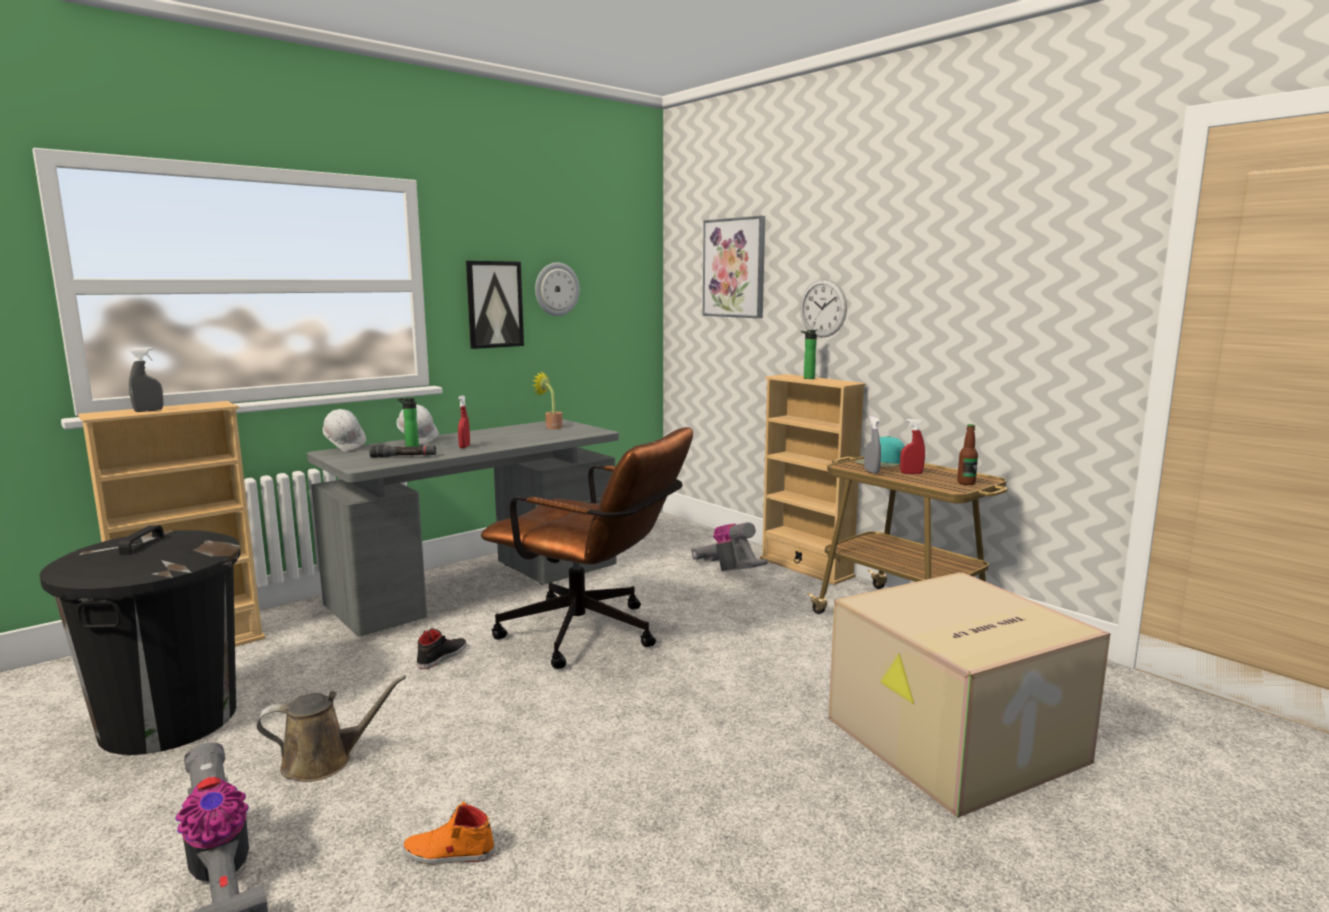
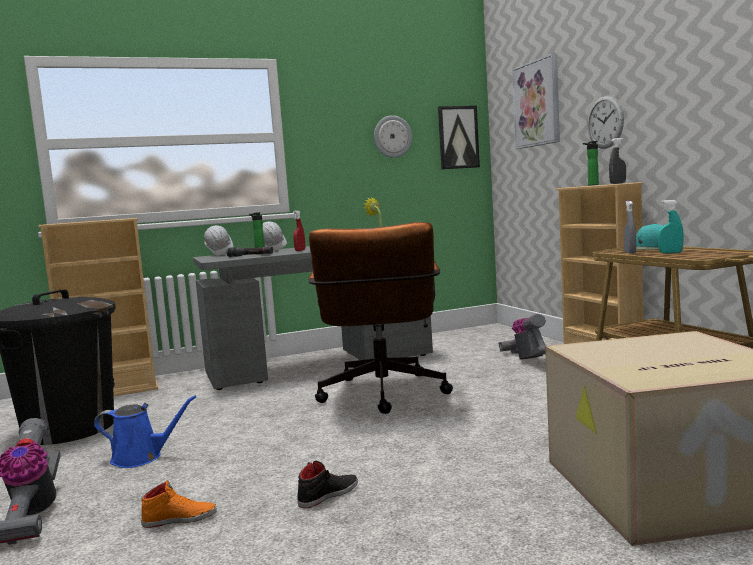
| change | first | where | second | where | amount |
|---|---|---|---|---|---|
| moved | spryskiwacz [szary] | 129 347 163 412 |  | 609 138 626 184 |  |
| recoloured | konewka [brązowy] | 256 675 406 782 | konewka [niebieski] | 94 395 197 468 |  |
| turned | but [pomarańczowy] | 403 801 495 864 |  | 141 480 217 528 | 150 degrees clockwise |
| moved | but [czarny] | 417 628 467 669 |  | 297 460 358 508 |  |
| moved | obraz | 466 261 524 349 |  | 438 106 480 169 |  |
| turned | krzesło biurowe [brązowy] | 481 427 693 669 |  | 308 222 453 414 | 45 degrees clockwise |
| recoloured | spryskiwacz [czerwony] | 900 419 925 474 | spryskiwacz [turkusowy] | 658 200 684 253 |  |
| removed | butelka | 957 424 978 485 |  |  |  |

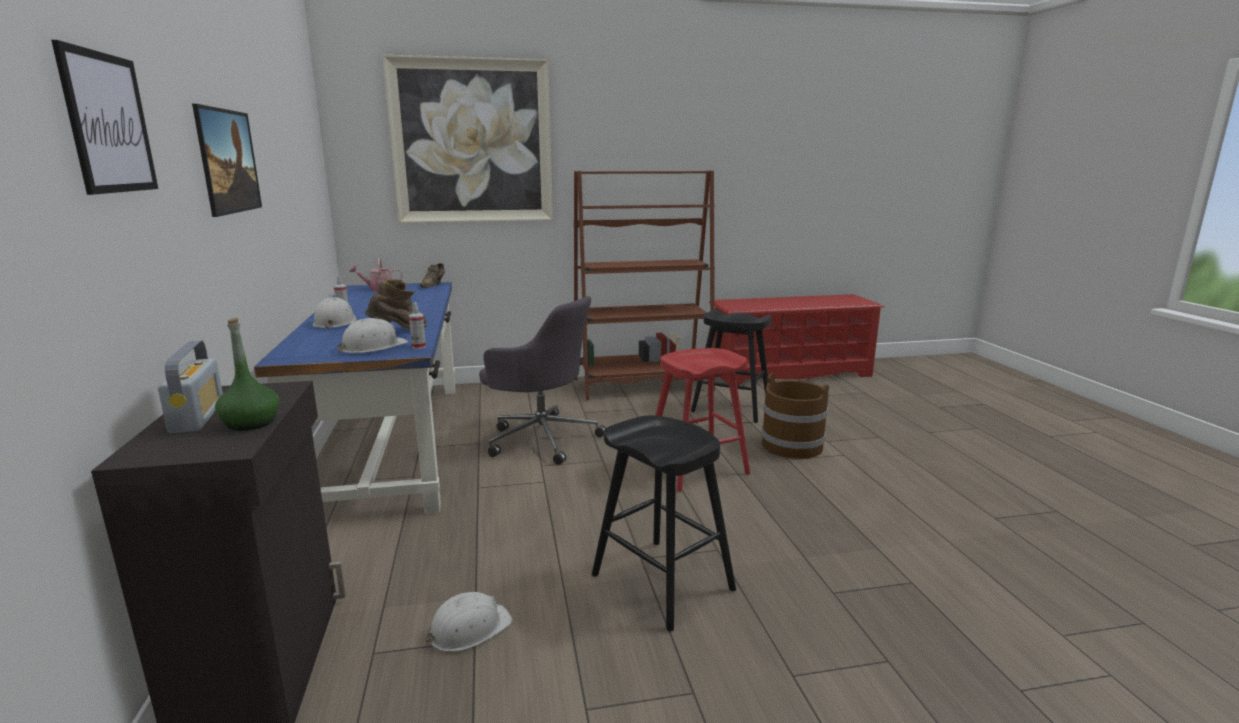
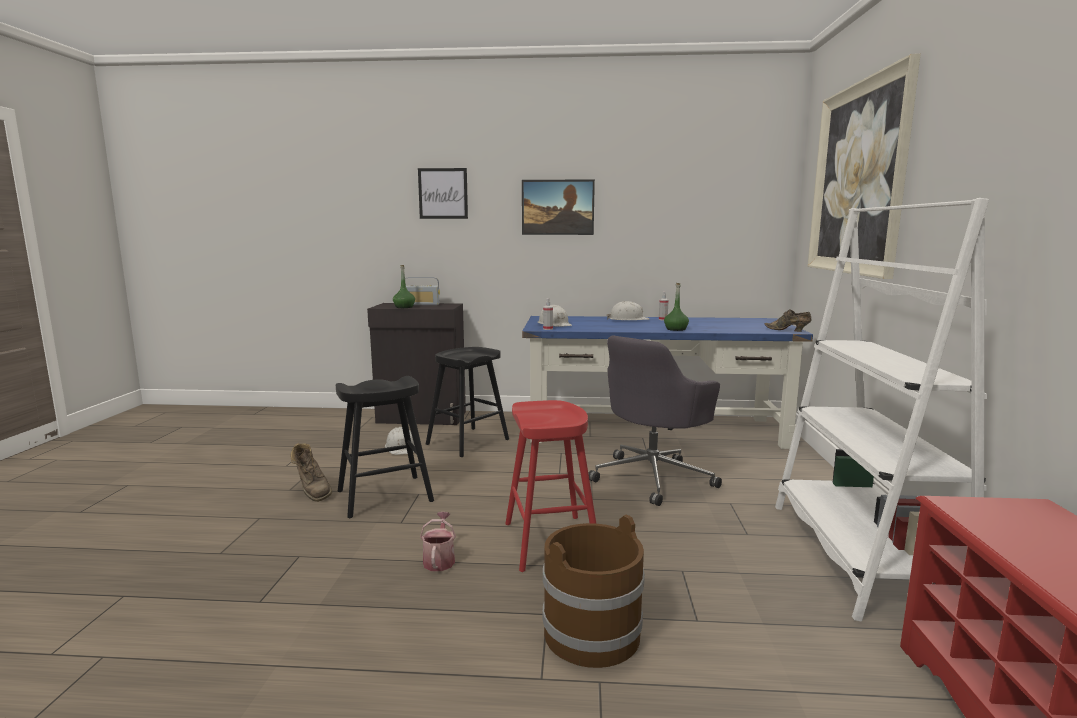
| change | first | where | second | where | amount |
|---|---|---|---|---|---|
| moved | konewka | 349 258 403 292 |  | 420 512 456 571 |  |
| moved | but z cholewką [brązowy] | 365 279 427 330 |  | 291 443 333 502 |  |
| recoloured | regał [brązowy] | 574 170 715 400 | regał [biały] | 775 198 989 622 |  |
| moved | stołek [czarny] | 691 310 772 423 |  | 426 347 509 457 |  |
| added |  |  | butelka [zielony] | 664 283 689 331 |  |

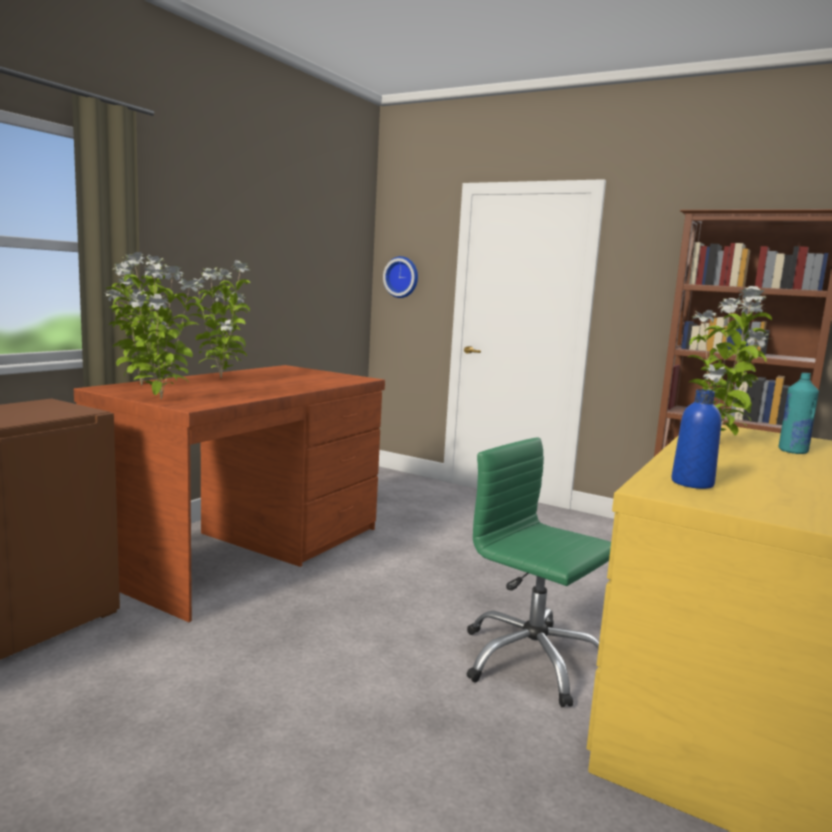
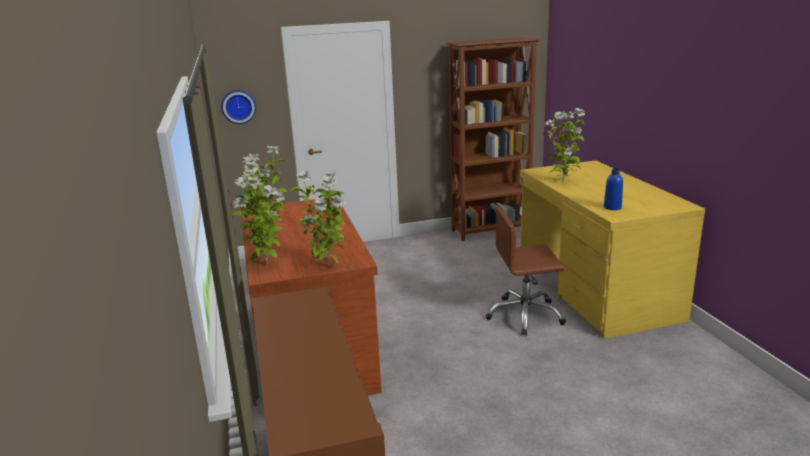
| change | first | where | second | where | amount |
|---|---|---|---|---|---|
| recoloured | krzesło biurowe [zielony] | 467 437 611 707 | krzesło biurowe [brązowy] | 485 206 566 336 |  |
| removed | butelka [turkusowy] | 779 373 819 454 |  |  |  |

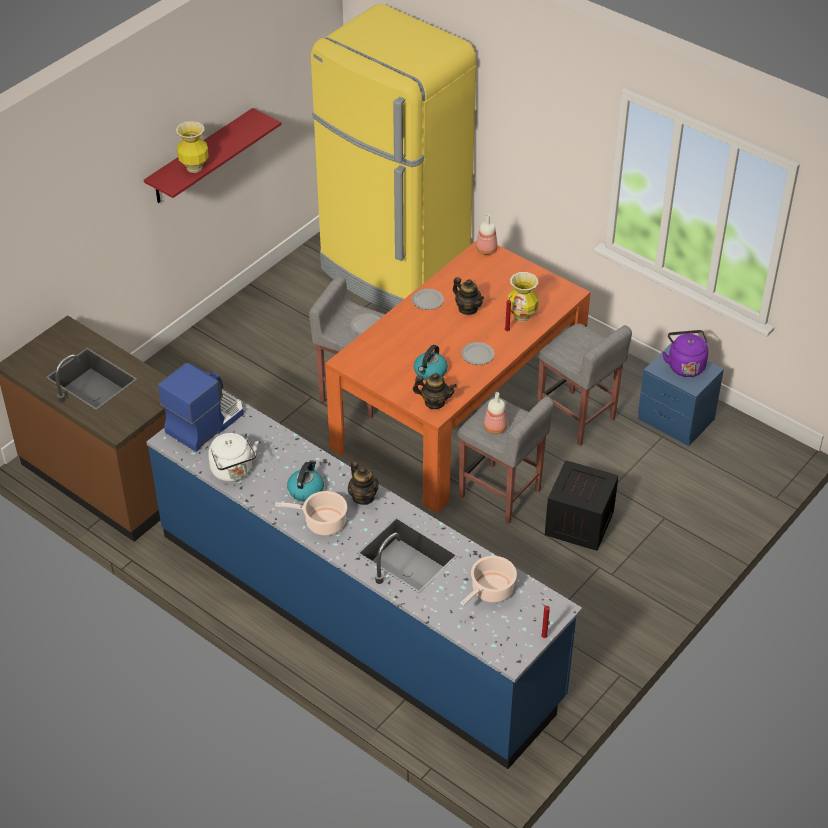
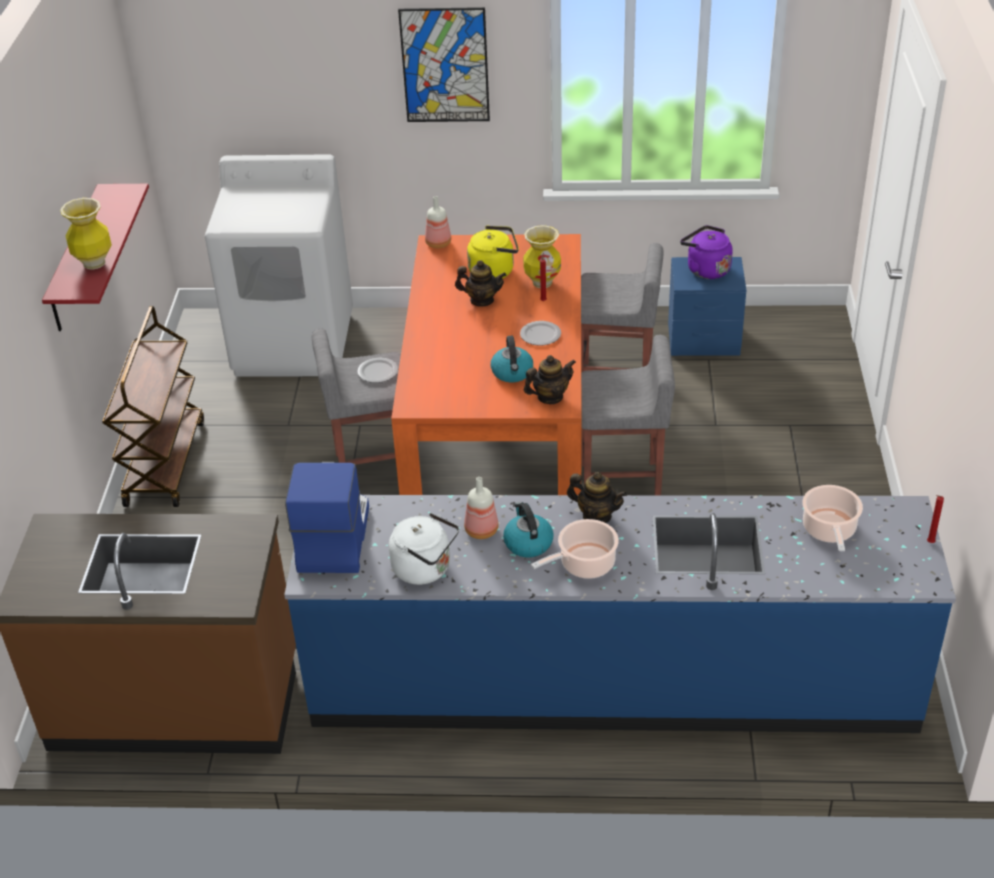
| change | first | where | second | where | amount |
|---|---|---|---|---|---|
| replaced | lodówka [żółty] | 311 4 476 311 | pralka [biały] | 205 154 353 377 |  |
| removed | talerz | 412 289 444 310 |  |  |  |
| moved | butelka | 484 392 507 434 |  | 464 477 498 539 |  |
| removed | skrzynka | 545 461 618 551 |  |  |  |
| added |  |  | wózek [brązowy] | 102 306 204 507 |  |
| added |  |  | obraz | 398 7 490 122 |  |
| added |  |  | czajnik [żółty] | 467 225 519 279 |  |

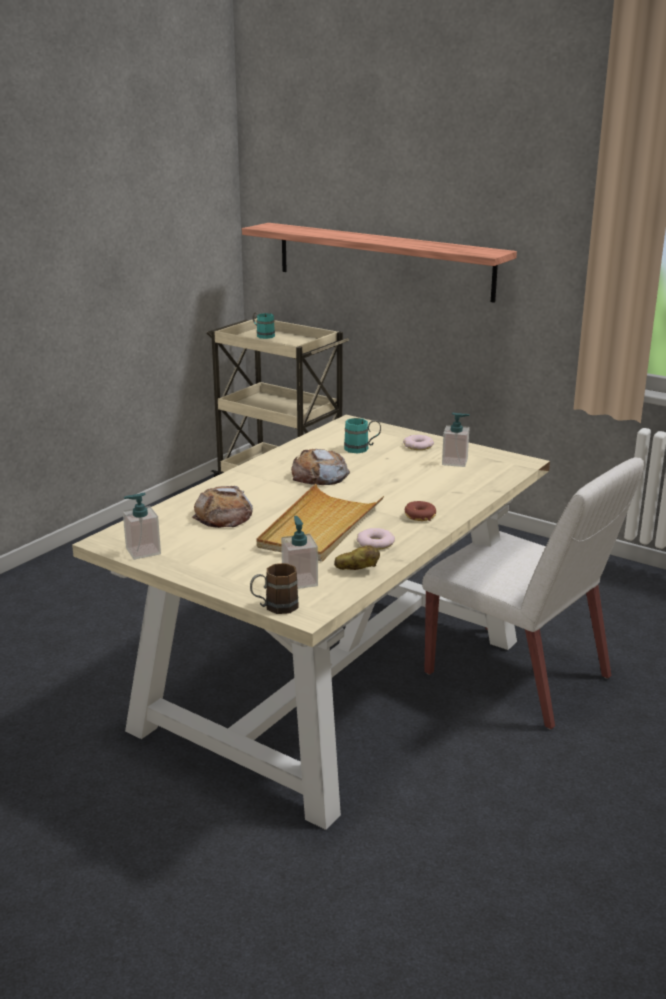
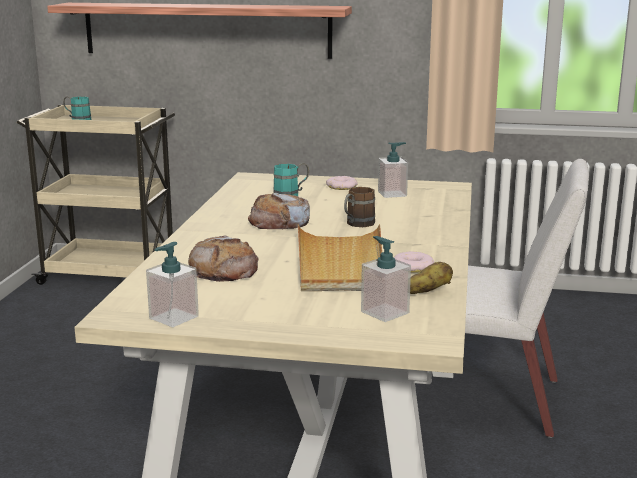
| change | first | where | second | where | amount |
|---|---|---|---|---|---|
| moved | kubek [brązowy] | 250 563 299 614 |  | 344 187 375 227 |  |
| removed | donut | 405 501 436 521 |  |  |  |

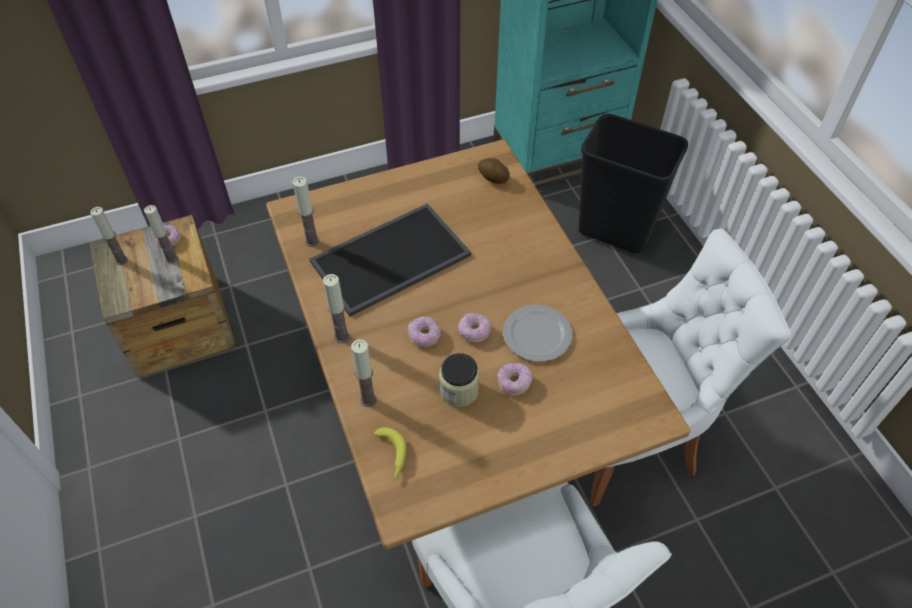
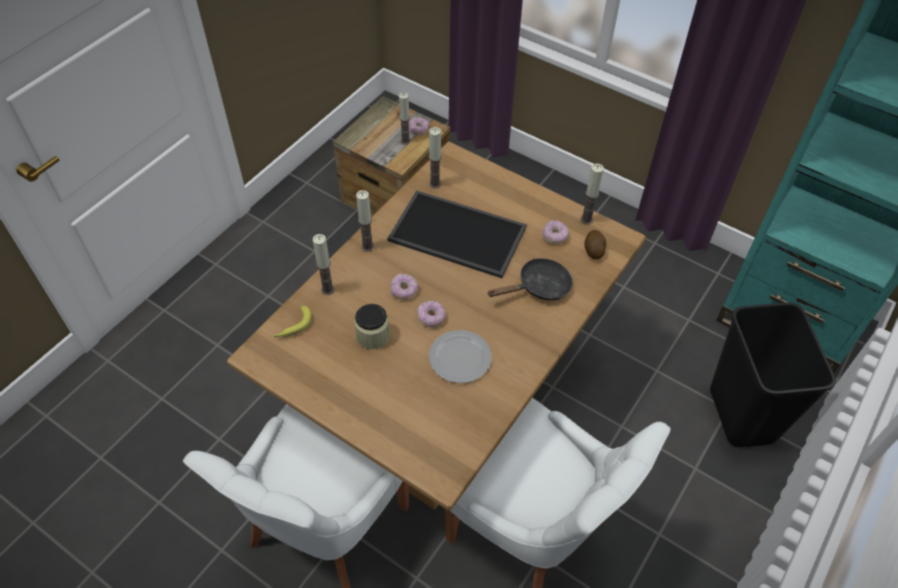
| change | first | where | second | where | amount |
|---|---|---|---|---|---|
| moved | świeca | 90 207 128 265 |  | 580 164 604 225 |  |
| moved | donut | 497 363 533 395 |  | 542 220 569 244 |  |
| added |  |  | patelnia [czarny] | 487 258 573 300 |  |

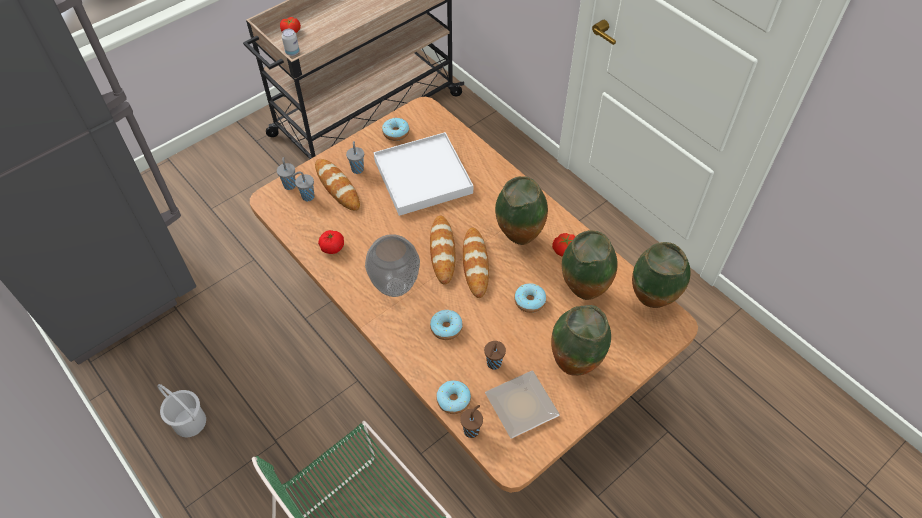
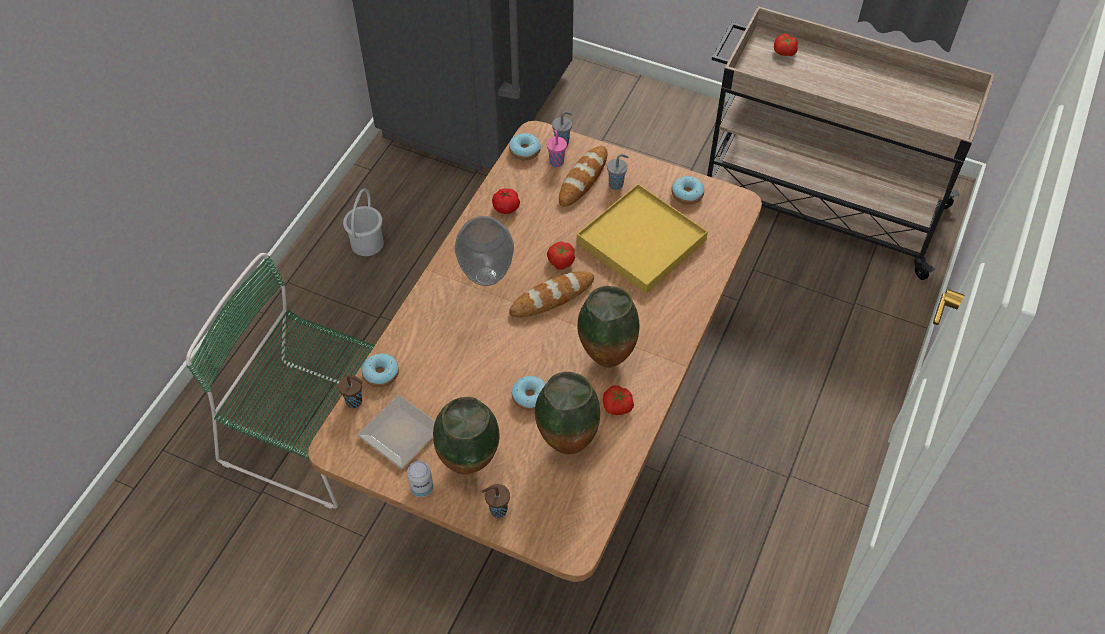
| change | first | where | second | where | amount |
|---|---|---|---|---|---|
| moved | puszka | 282 29 300 56 |  | 407 461 433 497 |  |
| recoloured | filiżanka [szary] | 293 171 315 201 | filiżanka [różowy] | 547 130 567 167 |  |
| recoloured | taca [biały] | 374 132 473 216 | taca [żółty] | 577 184 708 294 |  |
| moved | donut | 430 310 463 340 |  | 509 133 541 160 |  |
| removed | chleb | 463 228 489 298 |  |  |  |
| moved | filiżanka [brązowy] | 484 341 506 370 |  | 482 484 510 518 |  |
| removed | wazon | 632 242 690 308 |  |  |  |
| added |  |  | pomidor | 547 241 575 270 |  |

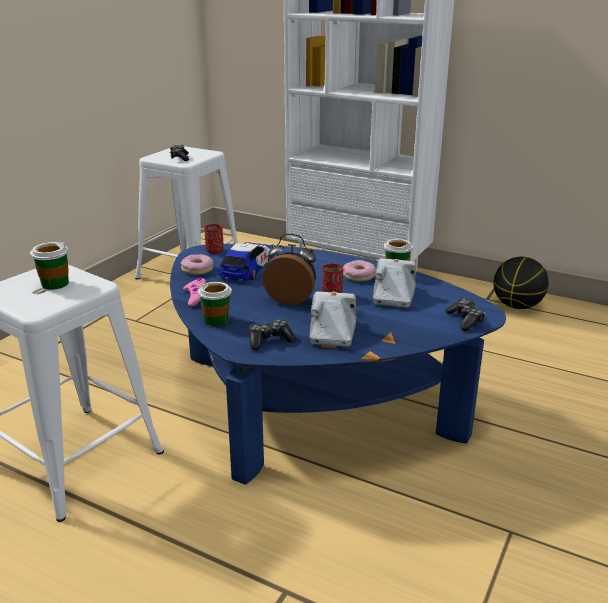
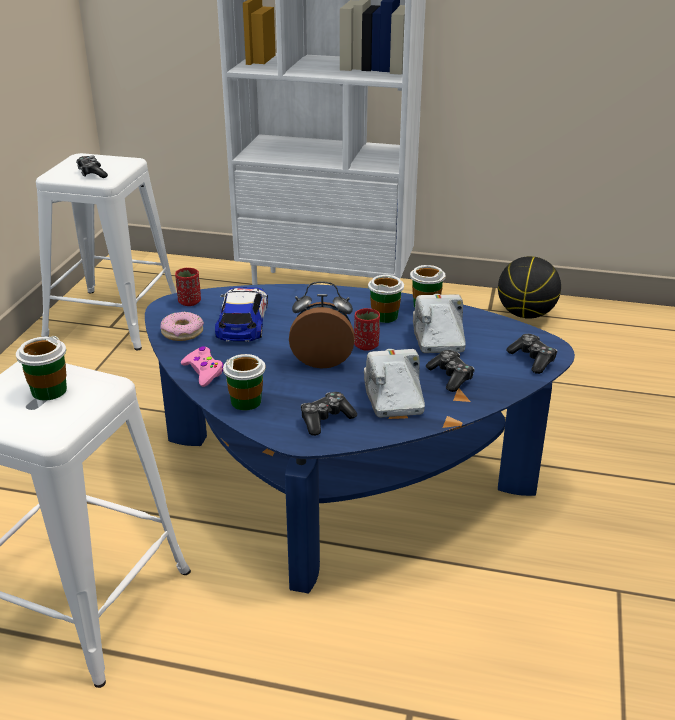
| change | first | where | second | where | amount |
|---|---|---|---|---|---|
| replaced | donut | 343 260 376 282 | filiżanka | 368 275 404 323 |  |
| added |  |  | pad do gier | 426 350 475 392 |  |

